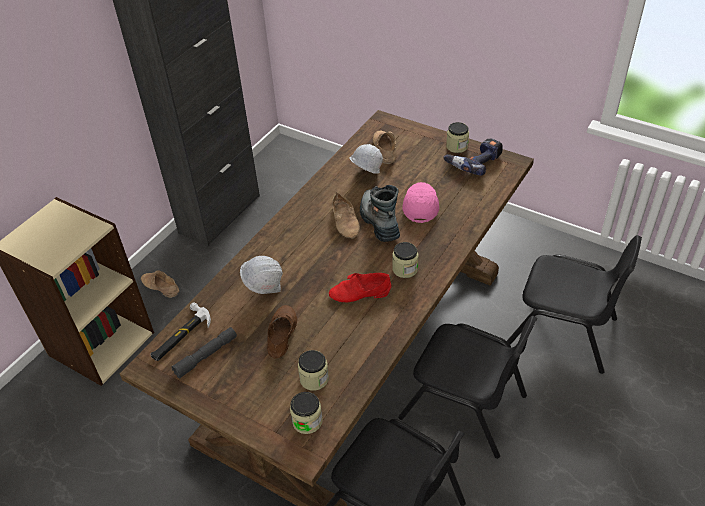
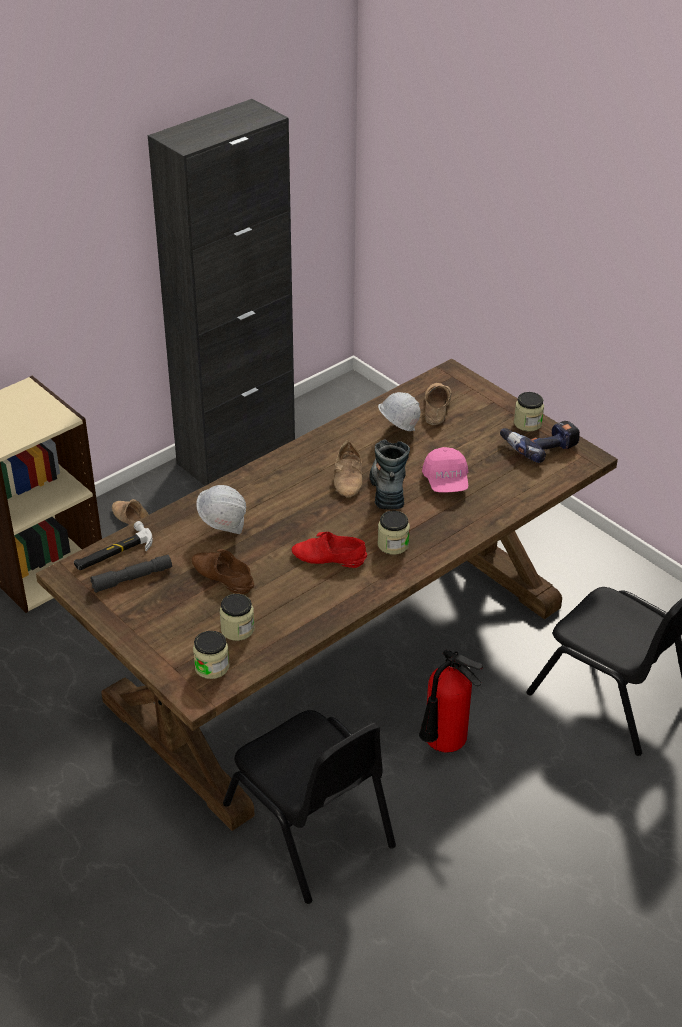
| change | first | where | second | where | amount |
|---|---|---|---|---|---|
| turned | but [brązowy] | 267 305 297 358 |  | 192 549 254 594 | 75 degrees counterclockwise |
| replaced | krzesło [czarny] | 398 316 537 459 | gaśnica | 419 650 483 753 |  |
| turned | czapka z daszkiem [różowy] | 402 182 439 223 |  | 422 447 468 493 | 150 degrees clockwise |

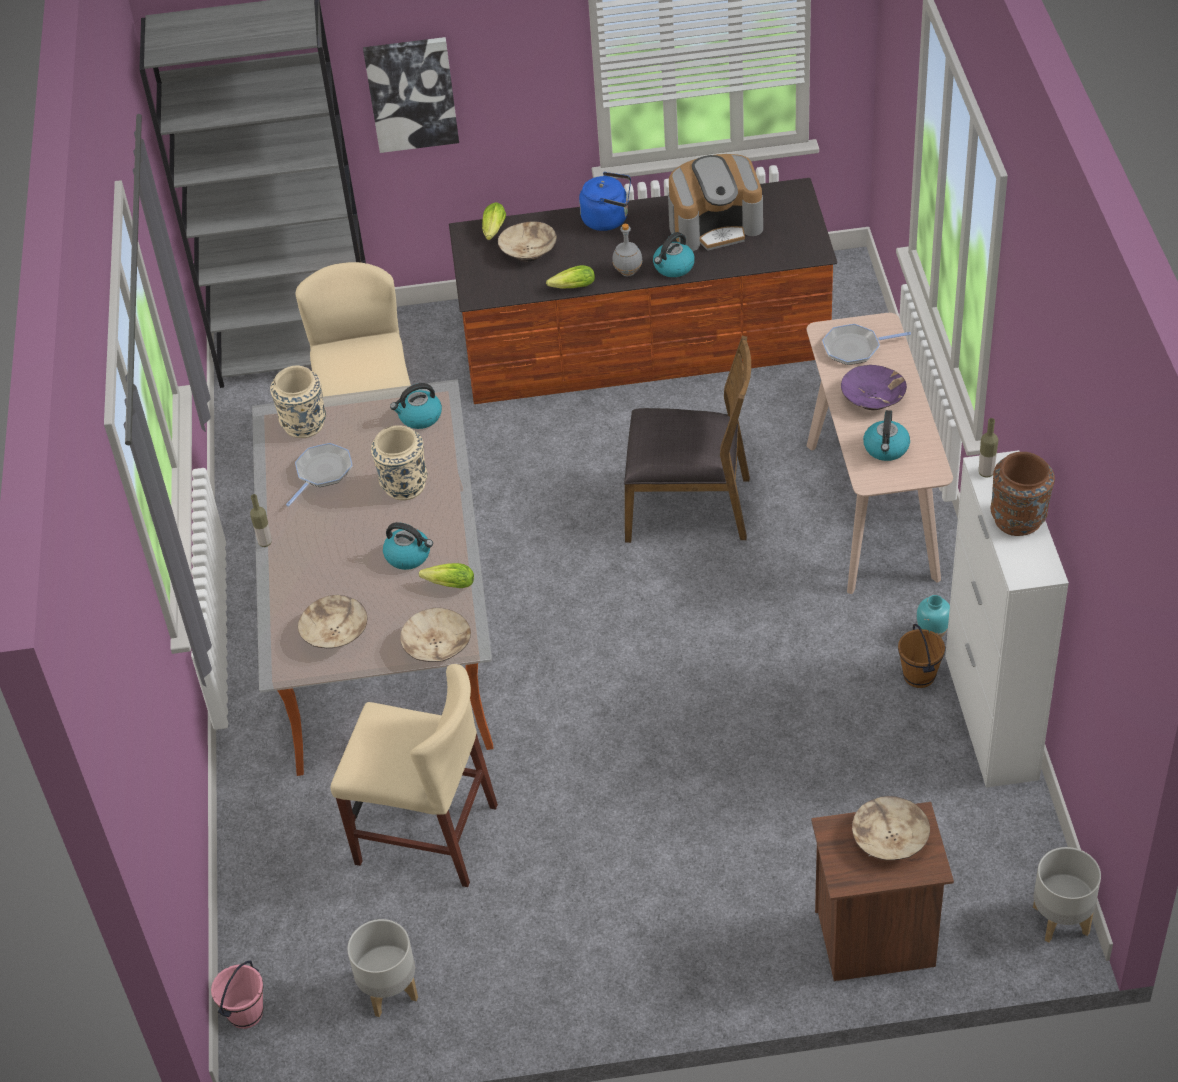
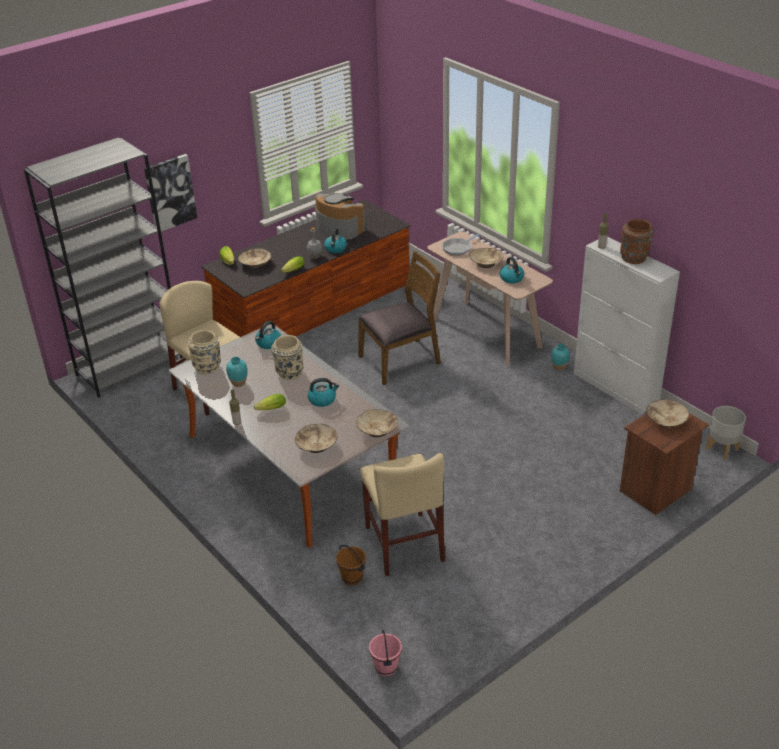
| change | first | where | second | where | amount |
|---|---|---|---|---|---|
| replaced | patelnia | 286 443 352 507 | wazon [turkusowy] | 226 357 247 387 |  |
| turned | krzesło [beżowy] | 331 664 498 887 |  | 360 453 445 576 | 90 degrees clockwise |
| removed | donica [szary] | 347 919 418 1017 |  |  |  |
| moved | sałata | 419 563 474 588 |  | 254 394 286 410 |  |
| removed | czajnik [niebieski] | 579 172 631 231 |  |  |  |
| turned | ekspres do kawy | 668 154 763 251 |  | 315 193 366 240 | 90 degrees counterclockwise |
| recoloured | miska [fioletowy] | 841 365 907 410 | miska [beżowy] | 469 248 504 268 |  |
| moved | wiadro [brązowy] | 898 624 945 688 |  | 336 545 366 585 |  |

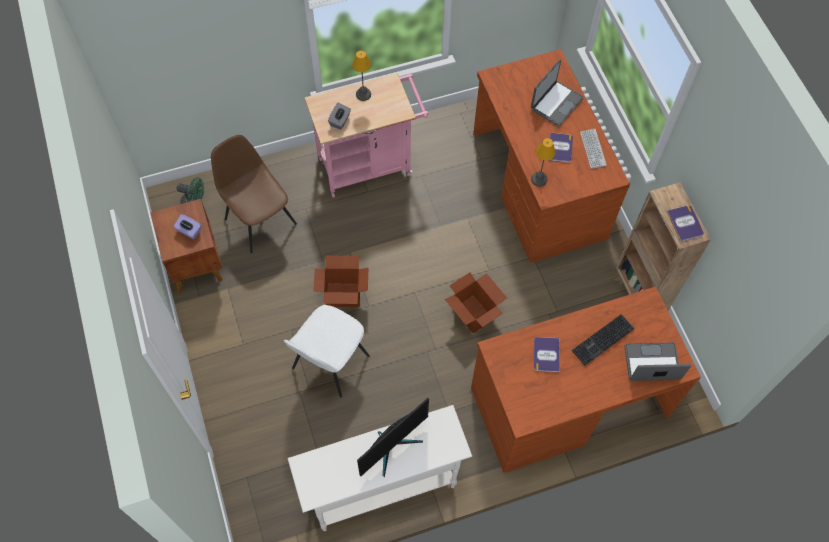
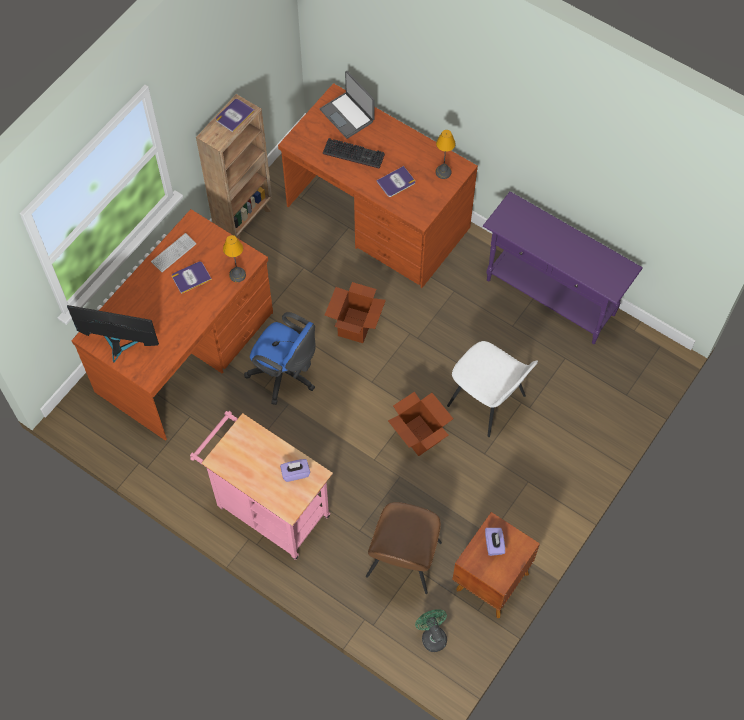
| change | first | where | second | where | amount |
|---|---|---|---|---|---|
| turned | krzesło [biały] | 284 305 370 398 |  | 447 341 538 437 | 45 degrees clockwise |
| recoloured | stolik konsolowy [biały] | 287 405 472 531 | stolik konsolowy [fioletowy] | 483 191 643 344 |  |
| recoloured | pudełko chusteczek [szary] | 328 102 351 130 | pudełko chusteczek [fioletowy] | 280 459 310 482 |  |
| moved | lampa stołowa | 352 51 371 101 |  | 435 130 456 179 |  |
| moved | monitor | 357 398 429 477 |  | 67 305 159 363 |  |
| removed | laptop | 531 59 584 126 |  |  |  |
| added |  |  | krzesło biurowe [niebieski] | 244 312 316 405 |  |

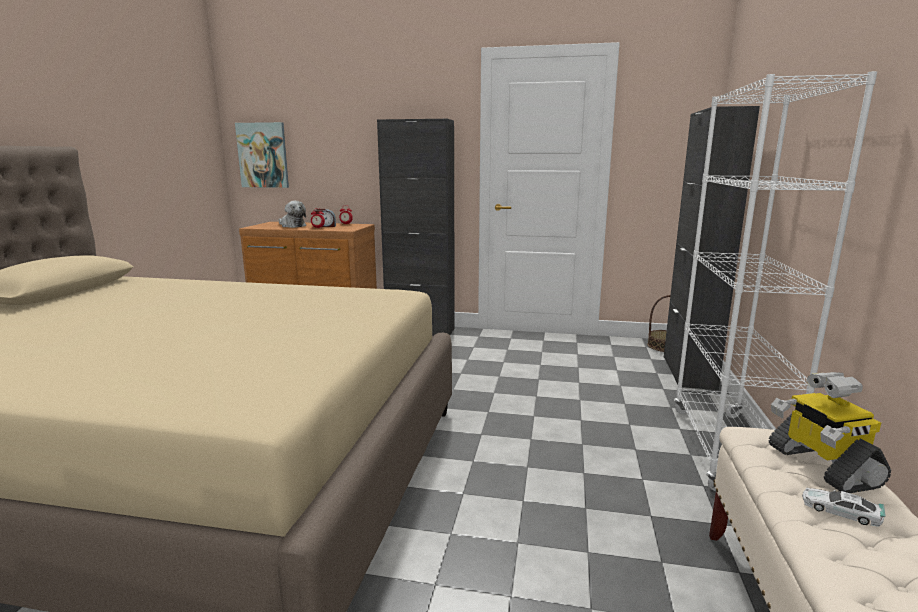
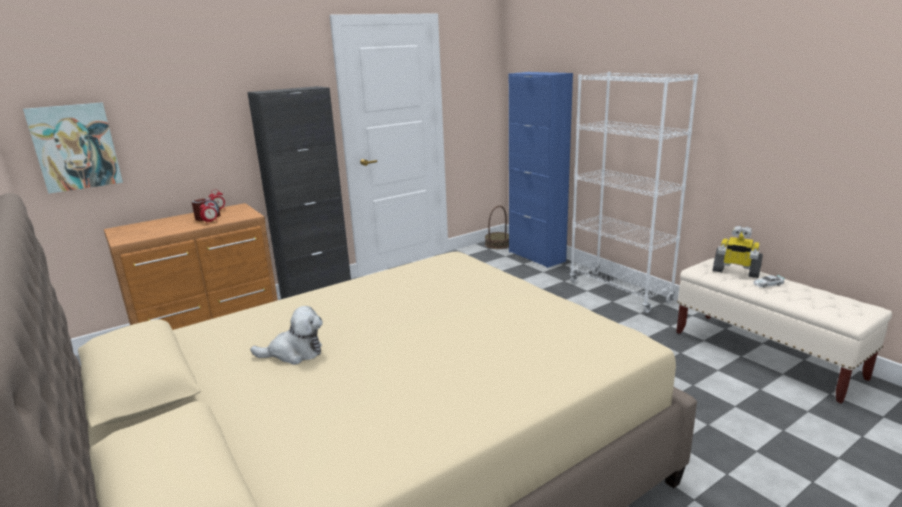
| change | first | where | second | where | amount |
|---|---|---|---|---|---|
| moved | pluszak | 279 201 306 228 |  | 250 306 323 365 |  |
| recoloured | szafka [czarny] | 664 106 760 390 | szafka [niebieski] | 509 72 573 268 |  |

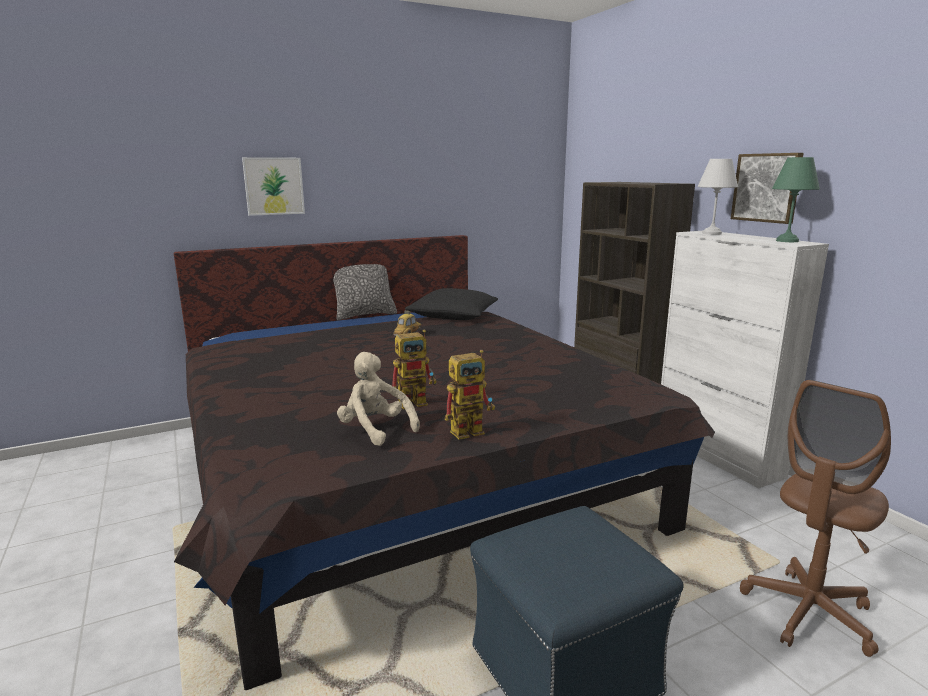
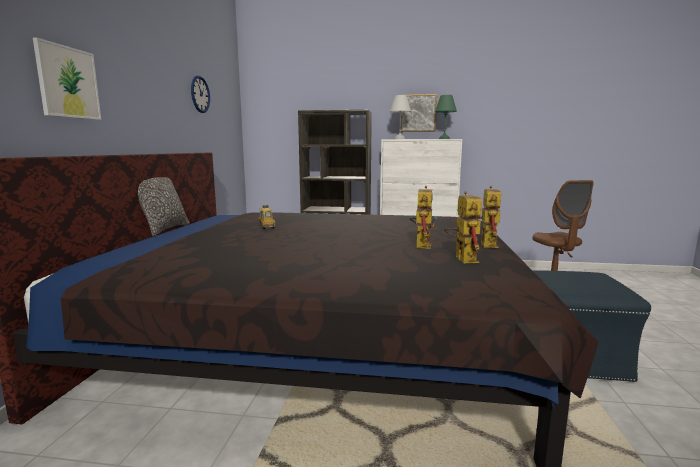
| change | first | where | second | where | amount |
|---|---|---|---|---|---|
| replaced | pluszak [beżowy] | 337 352 420 446 | robot zabawkowy | 444 191 482 263 |  |
| removed | poduszka [czarny] | 405 288 498 320 |  |  |  |
| added |  |  | zegar ścienny | 191 76 210 113 |  |

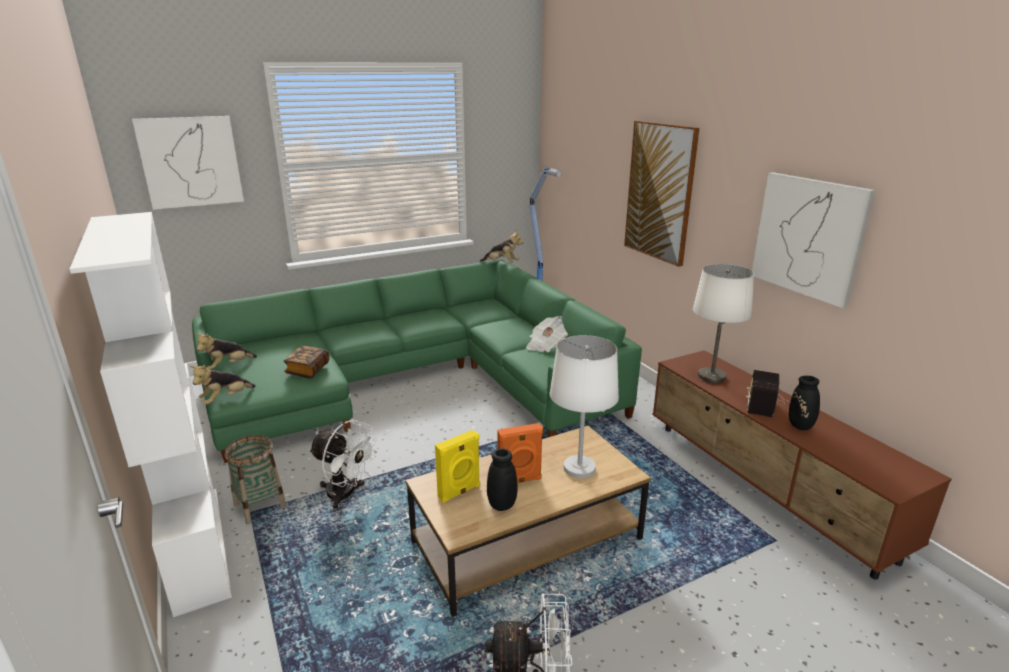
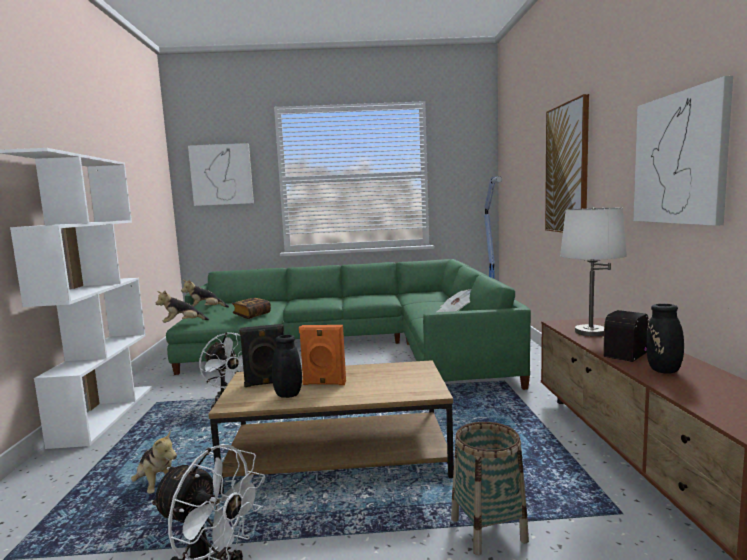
| change | first | where | second | where | amount |
|---|---|---|---|---|---|
| moved | koszyk | 225 435 286 524 |  | 451 422 529 555 |  |
| recoloured | głośnik [żółty] | 435 430 480 503 | głośnik [czarny] | 239 324 284 387 |  |
| moved | pluszak | 480 231 524 263 |  | 131 430 177 494 |  |
| removed | lampa stołowa [biały] | 550 335 619 478 |  |  |  |

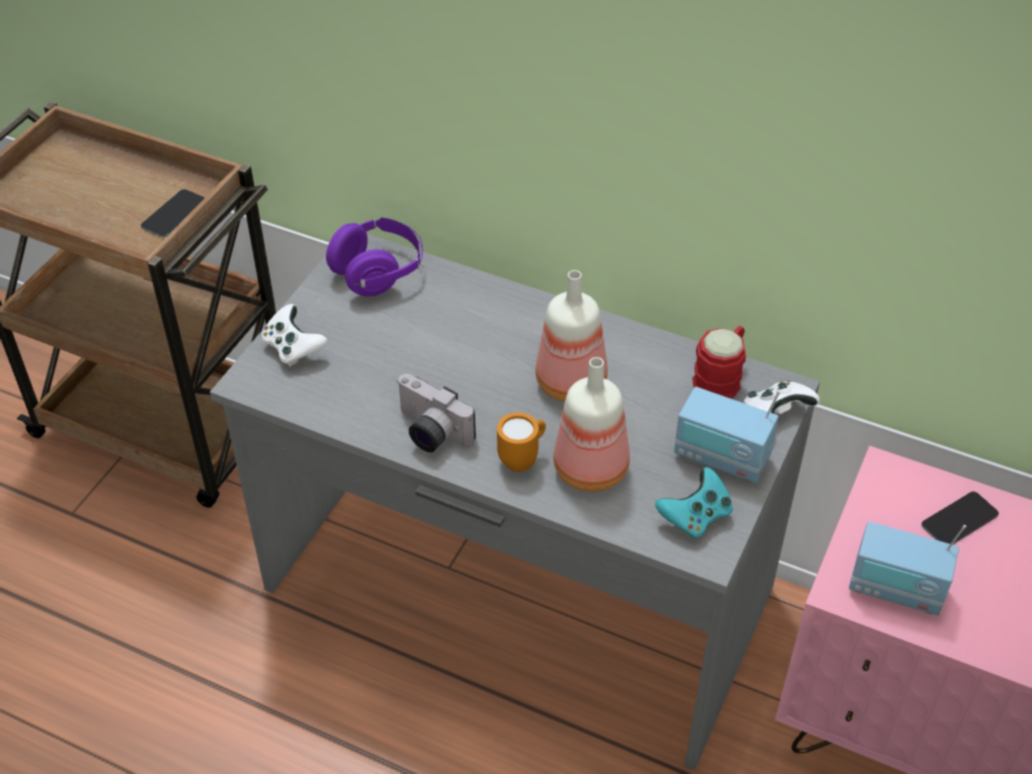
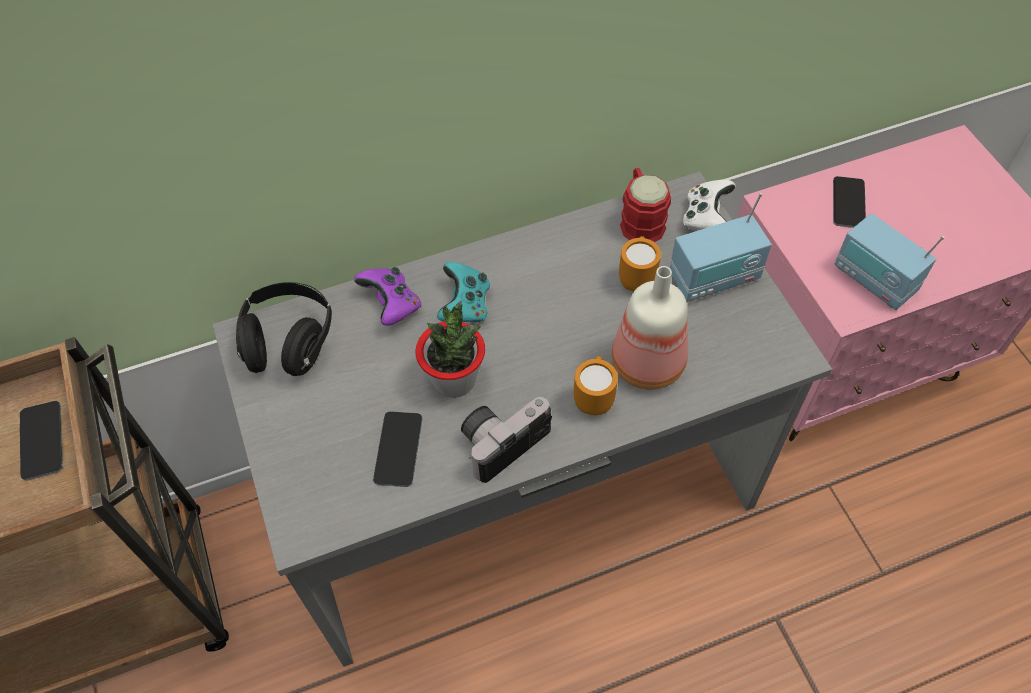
| change | first | where | second | where | amount |
|---|---|---|---|---|---|
| removed | pad do gier [biały] | 262 304 327 367 |  |  |  |
| recoloured | słuchawki [fioletowy] | 326 218 423 296 | słuchawki [czarny] | 236 282 332 376 |  |
| turned | aparat fotograficzny | 397 374 476 452 |  | 461 397 552 483 | 150 degrees clockwise |
| removed | butelka | 535 270 608 402 |  |  |  |
| moved | pad do gier [turkusowy] | 655 467 733 538 |  | 437 262 490 322 |  |
| turned | radio | 849 521 966 615 |  | 834 213 945 310 | 75 degrees clockwise |
| added |  |  | pad do gier [fioletowy] | 354 267 421 326 |  |
| added |  |  | telefon | 373 411 422 487 |  |
| added |  |  | roślina doniczkowa | 415 301 485 398 |  |
| added |  |  | kubek [pomarańczowy] | 619 236 661 291 |  |

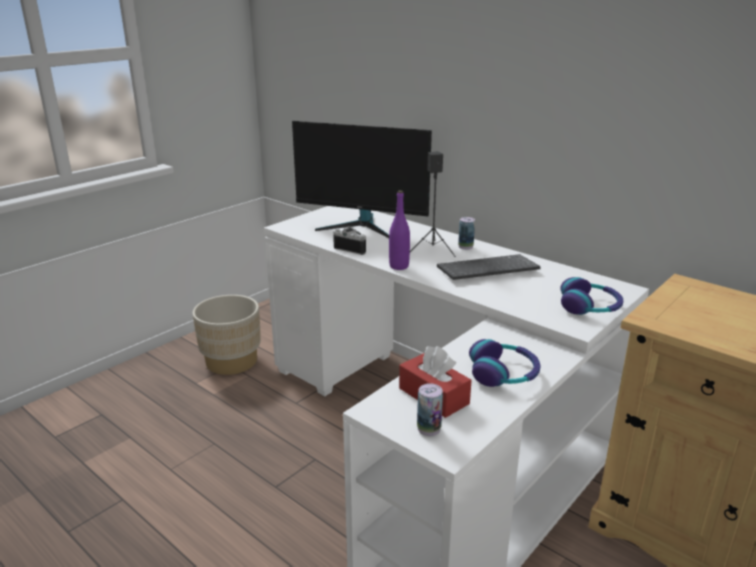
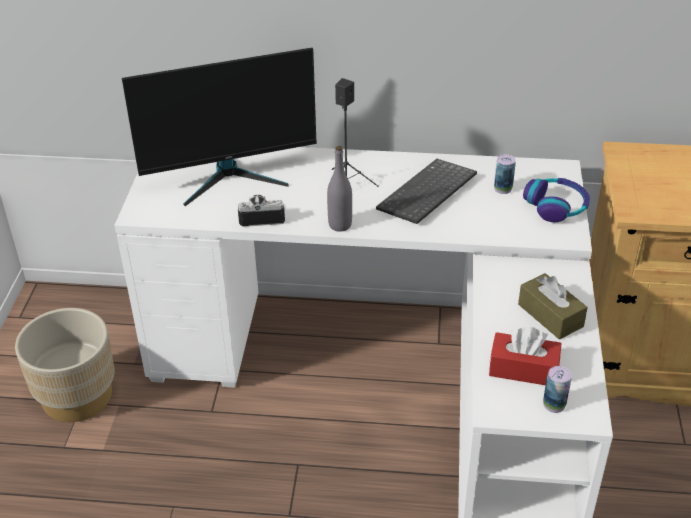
| change | first | where | second | where | amount |
|---|---|---|---|---|---|
| recoloured | butelka [fioletowy] | 389 190 410 270 | butelka [szary] | 327 146 352 232 |  |
| moved | puszka | 458 217 475 250 |  | 494 154 516 194 |  |
| replaced | słuchawki | 469 339 541 387 | pudełko chusteczek [brązowy] | 518 273 588 340 |  |

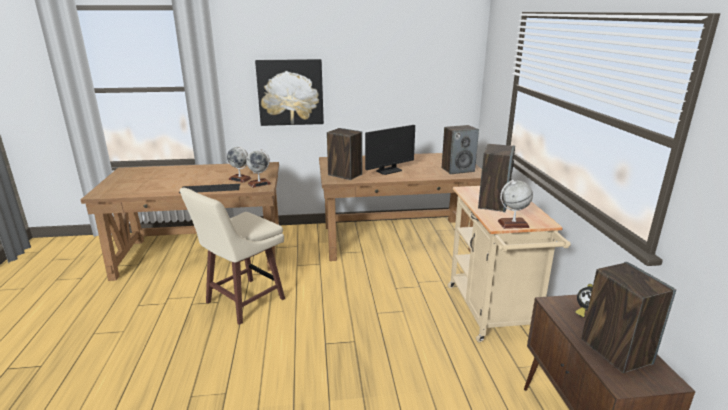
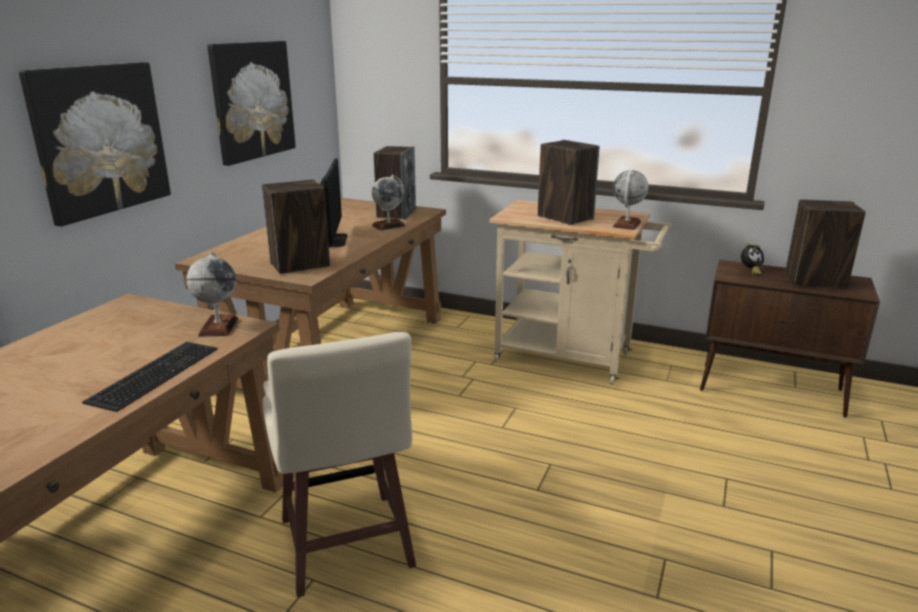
| change | first | where | second | where | amount |
|---|---|---|---|---|---|
| moved | globus | 227 146 252 183 |  | 372 175 406 231 |  |
| added |  |  | obraz | 207 41 296 166 |  |

